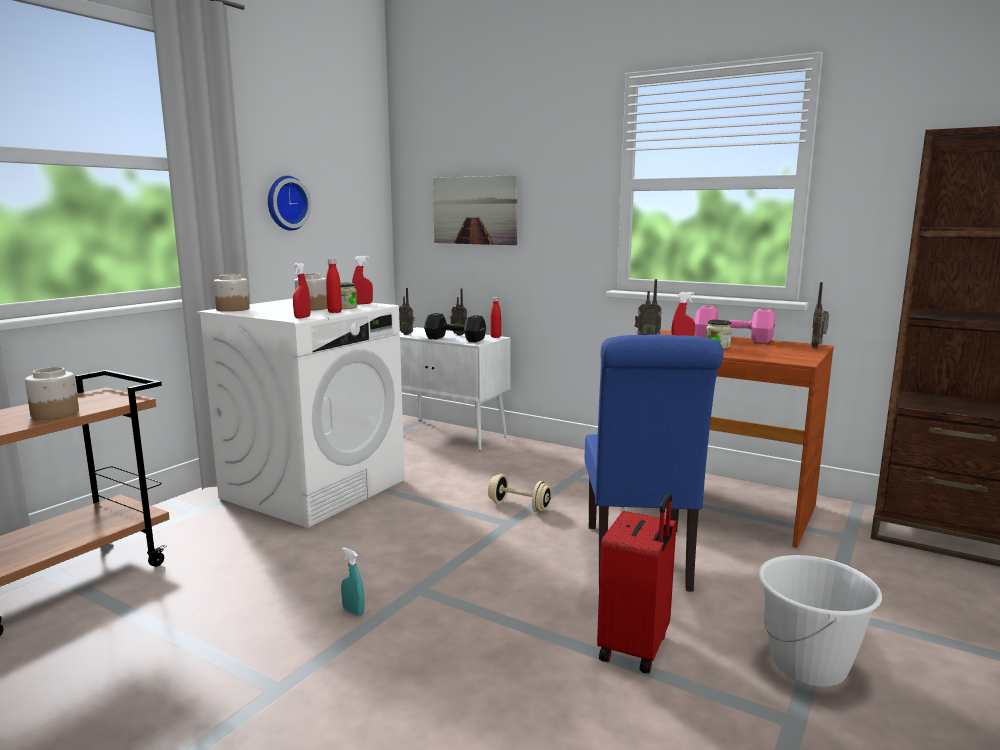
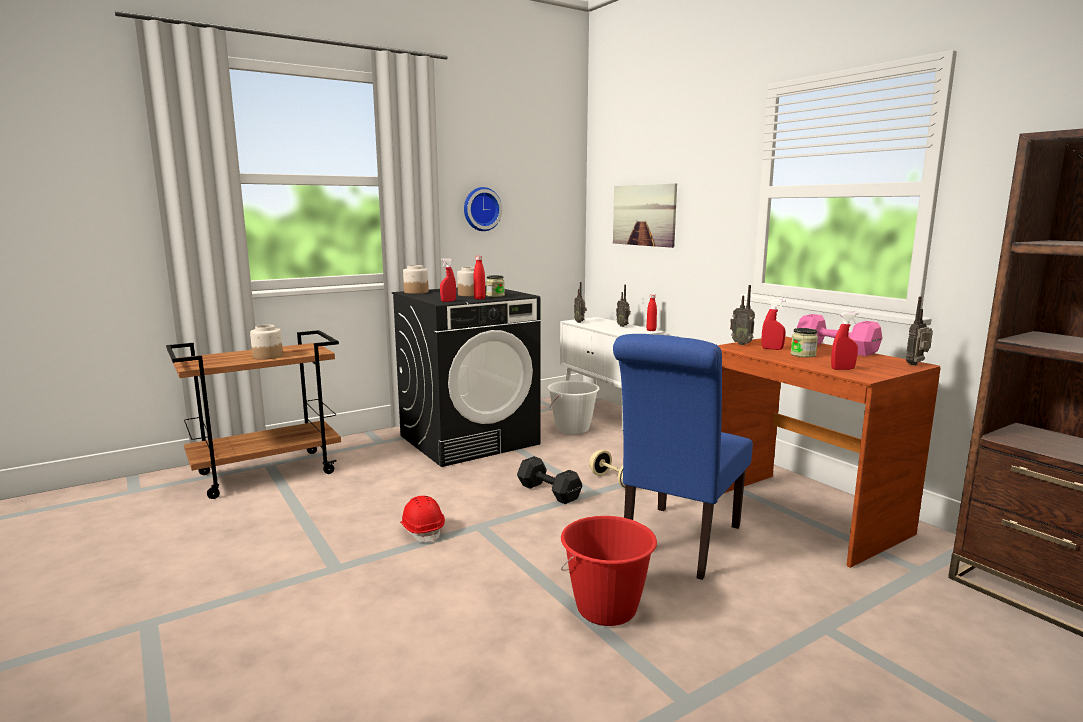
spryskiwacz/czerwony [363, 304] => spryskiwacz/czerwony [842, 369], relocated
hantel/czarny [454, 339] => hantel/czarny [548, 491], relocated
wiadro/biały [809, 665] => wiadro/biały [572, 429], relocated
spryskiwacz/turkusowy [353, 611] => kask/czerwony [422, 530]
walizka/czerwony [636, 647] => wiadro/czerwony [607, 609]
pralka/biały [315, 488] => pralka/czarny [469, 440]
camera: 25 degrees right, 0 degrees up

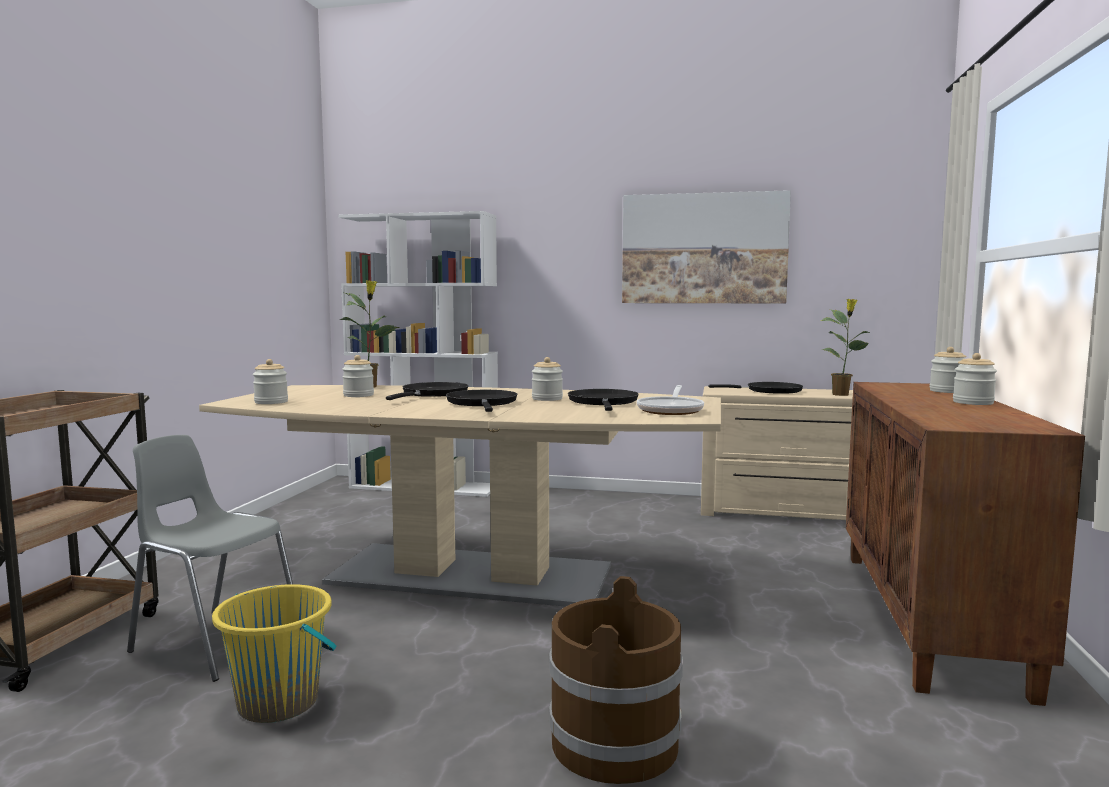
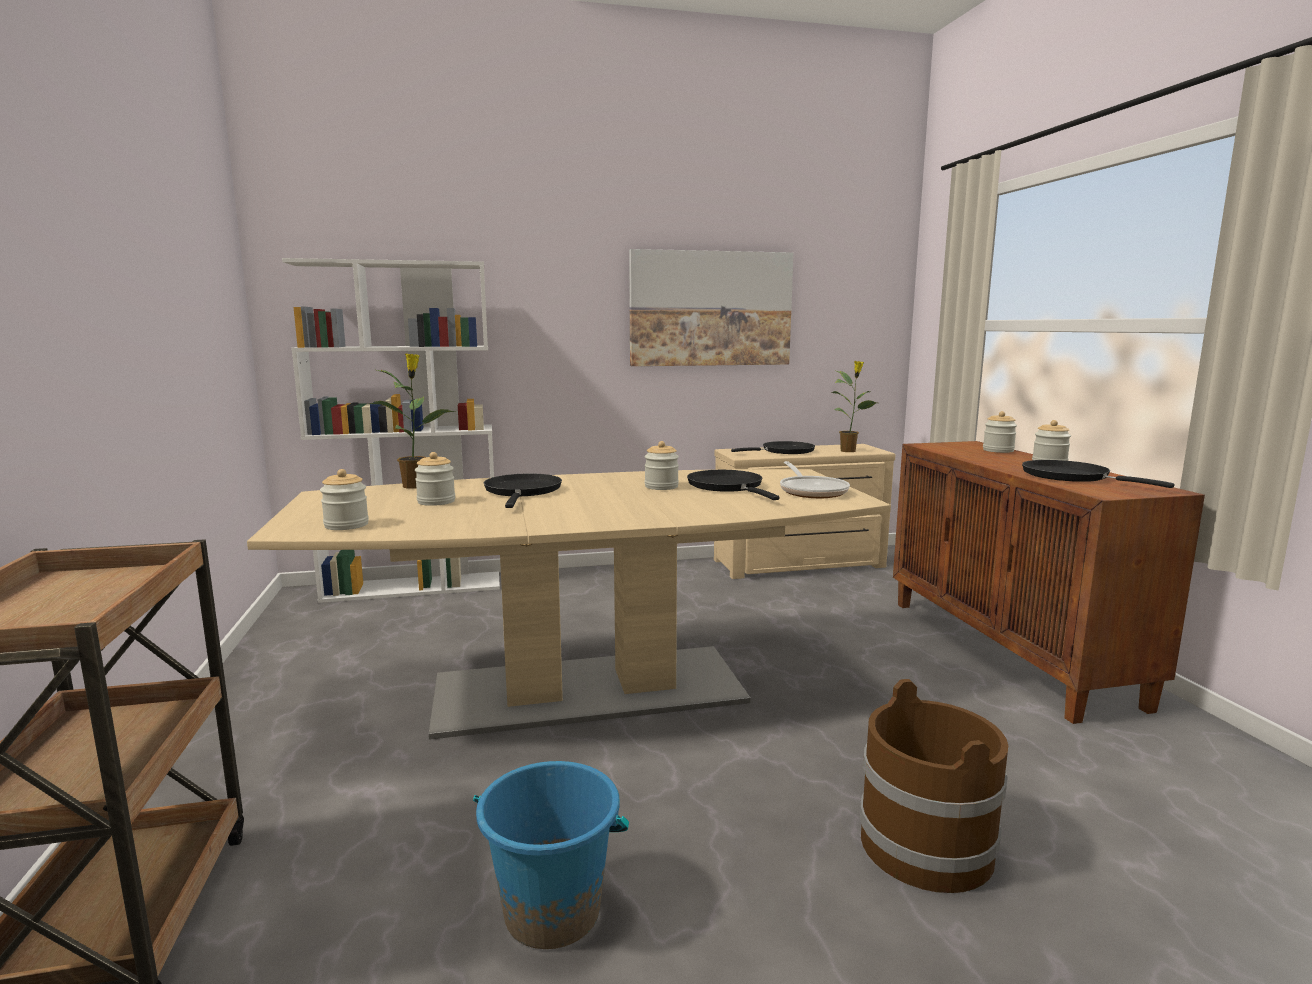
krzesło/szary [216, 642] => nothing
patelnia/czarny [482, 403] => patelnia/czarny [1071, 477], relocated
wiadro/żółty [279, 702] => wiadro/niebieski [553, 912]
camera: 25 degrees left, 5 degrees up

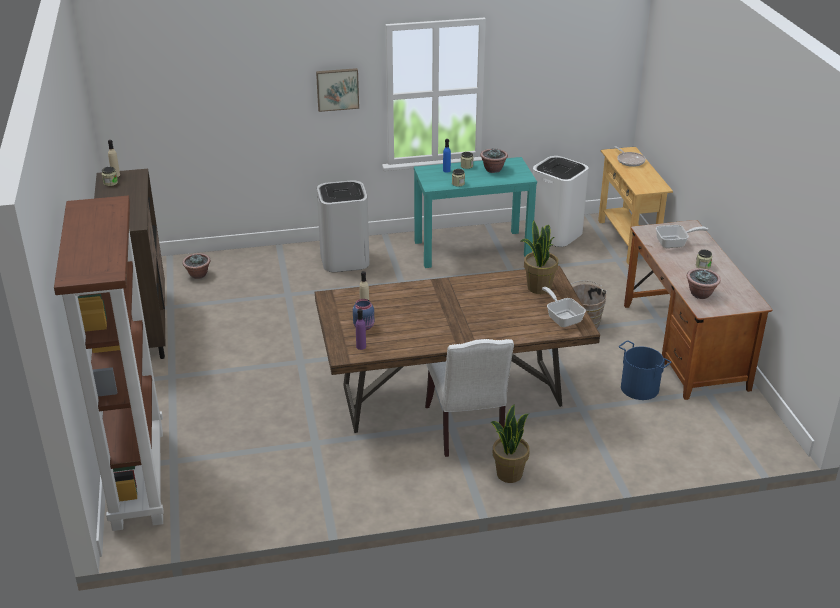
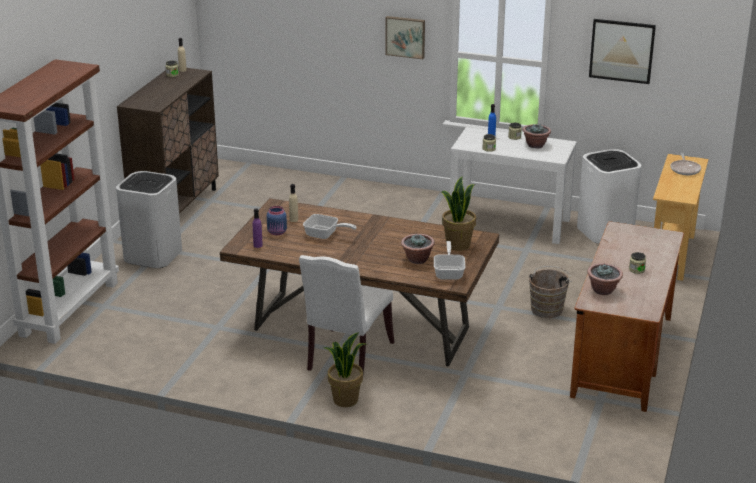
wiadro/niebieski [639, 388] => nothing
nothing => obraz [622, 51]
roślina doniczkowa [198, 275] => roślina doniczkowa [417, 260], relocated
kosz na śmieci/biały [345, 260] => kosz na śmieci/biały [153, 255], relocated
patelnia [675, 243] => patelnia [325, 235], relocated
stolik konsolowy/turkusowy [472, 248] => stolik konsolowy/biały [510, 223]
camera: 30 degrees right, 5 degrees down

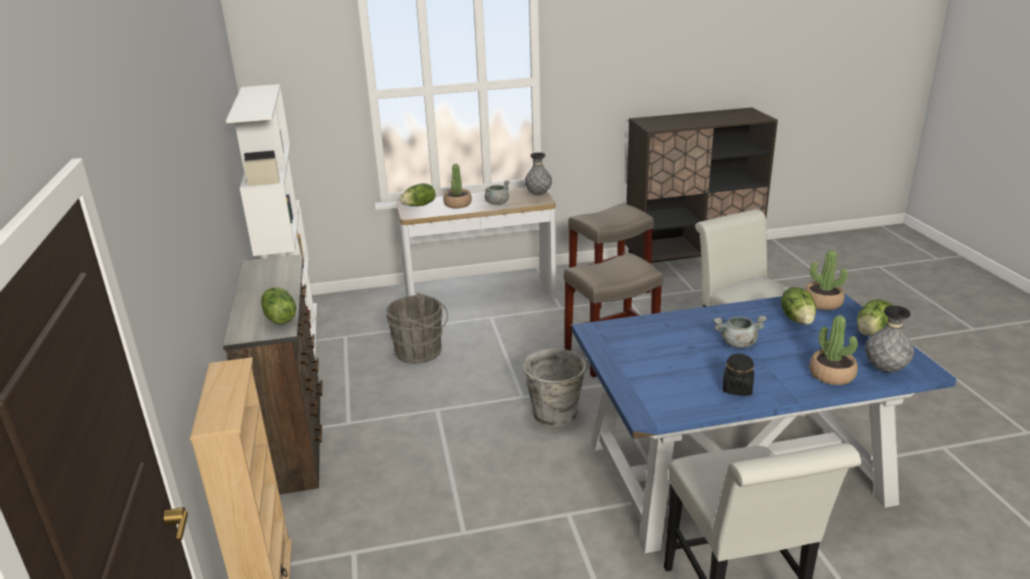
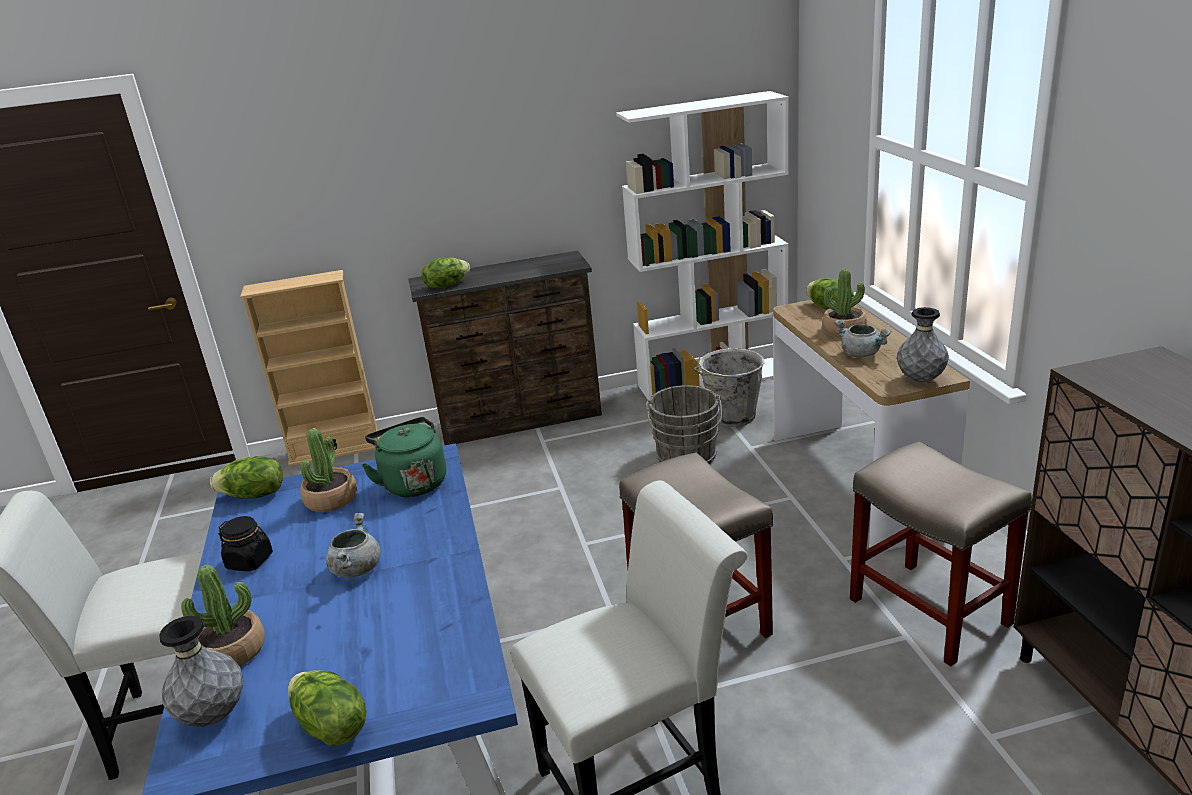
nothing => czajnik/zielony [413, 482]
wiadro/szary [556, 416] => wiadro/szary [731, 417], relocated
sałata [798, 319] => sałata [254, 495], relocated
roślina doniczkowa [822, 303] => roślina doniczkowa [331, 499], relocated
camera: 90 degrees right, 0 degrees up

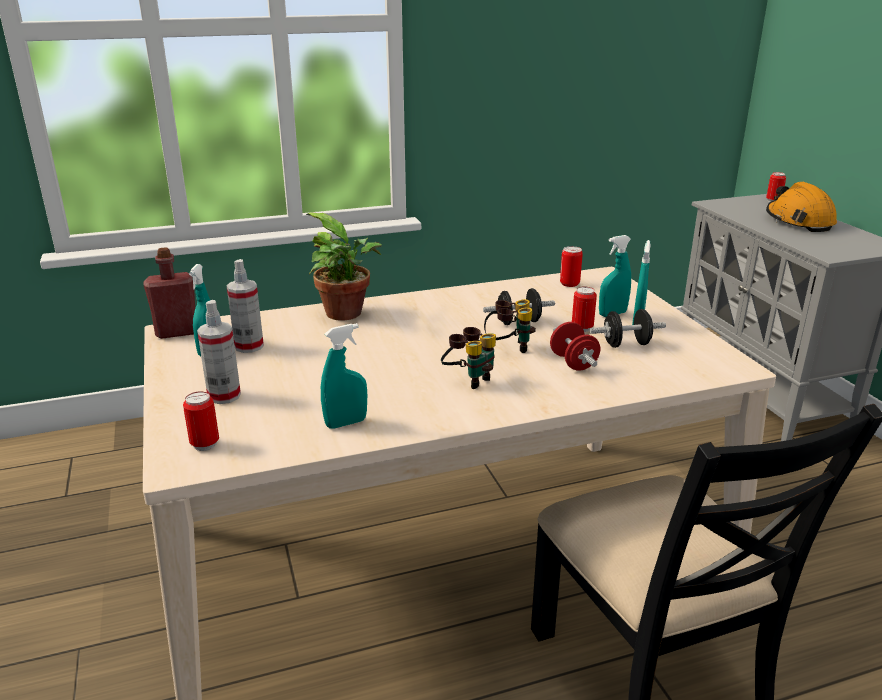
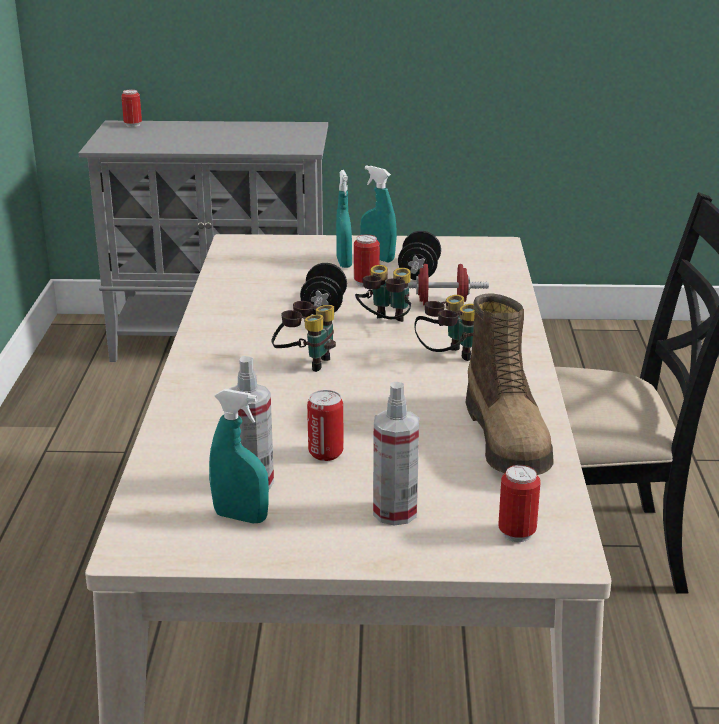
butelka/czerwony [177, 332] => nothing
roślina doniczkowa [348, 314] => nothing
kask/pomarańczowy [799, 221] => nothing
nothing => lornetka [305, 362]
puszka [569, 284] => puszka [326, 453], relocated
spryskiwacz/turkusowy [346, 423] => but z cholewką [508, 439]
camera: 70 degrees left, 0 degrees up

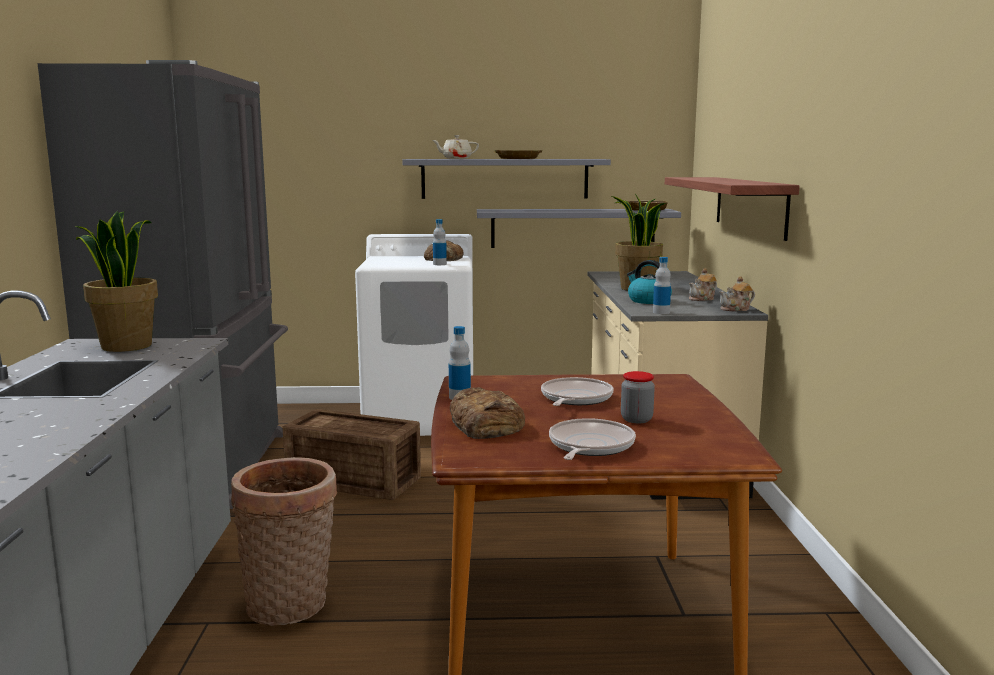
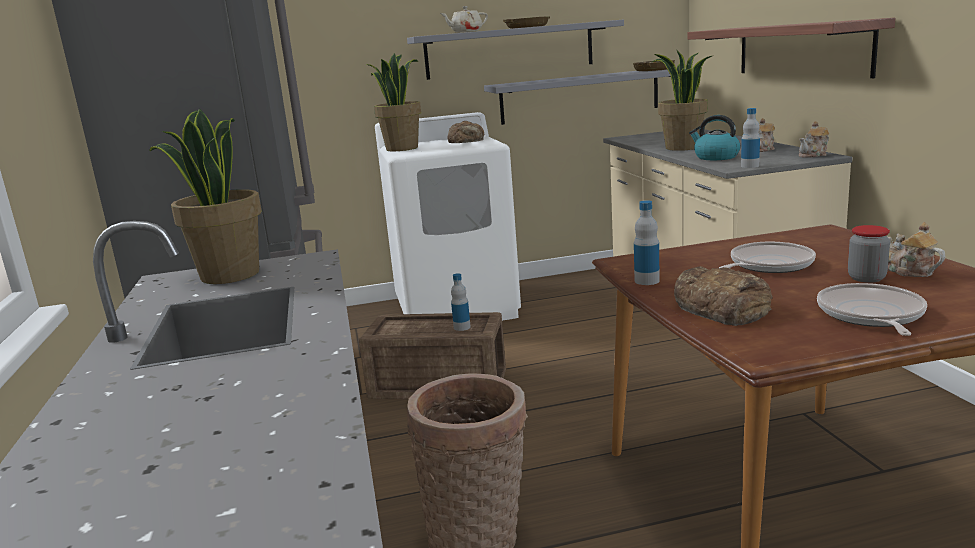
nothing => roślina doniczkowa [401, 148]
nothing => imbryk [908, 271]
butelka [439, 264] => butelka [462, 327], relocated
patelnia [575, 399] => patelnia [768, 265], 45 degrees clockwise
camera: 10 degrees left, 5 degrees up

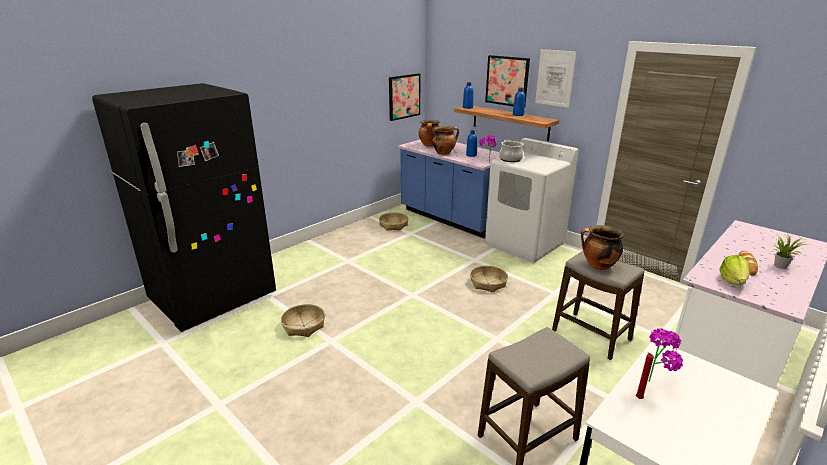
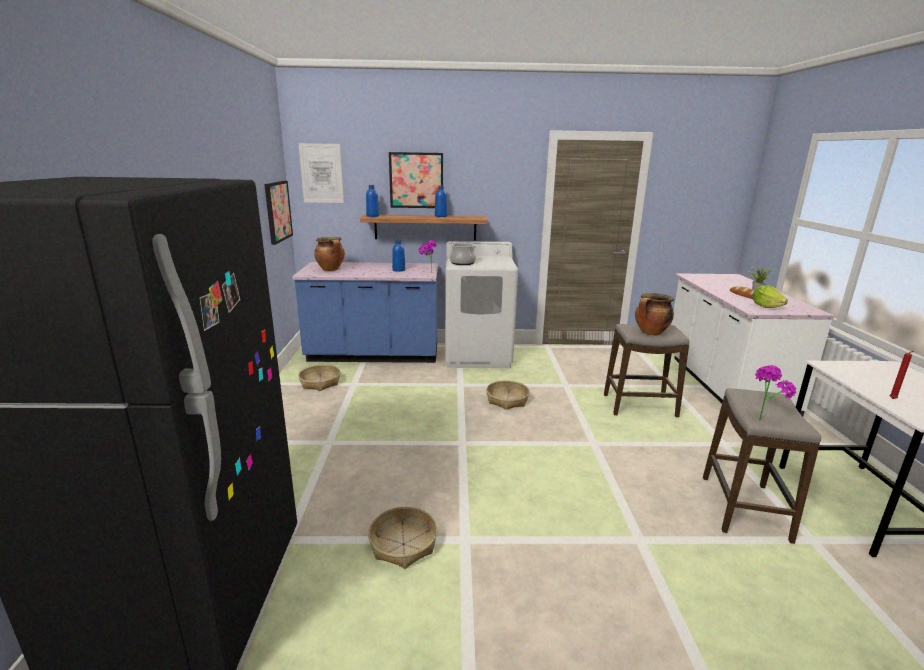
garnek [444, 153] => nothing
obraz [555, 78] => obraz [321, 173], relocated
roślina doniczkowa [657, 382] => roślina doniczkowa [763, 417], relocated
camera: 45 degrees left, 5 degrees down

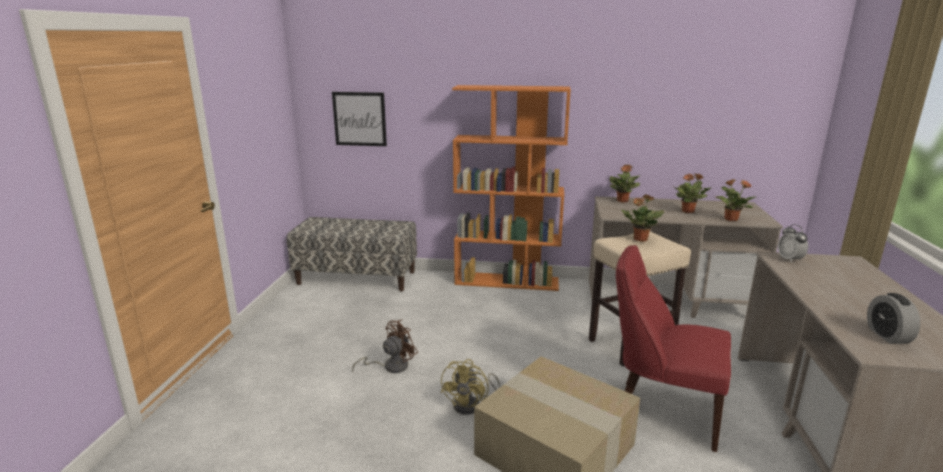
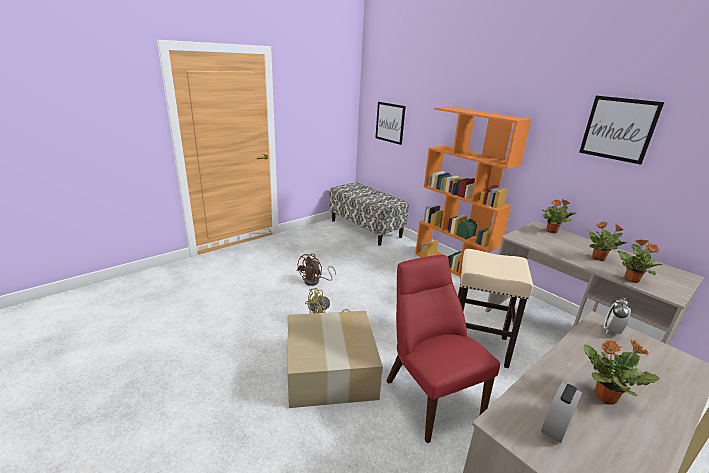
nothing => obraz [618, 129]
roślina doniczkowa [639, 239] => roślina doniczkowa [604, 396], relocated
wentylator/brązowy [391, 366] => wentylator/brązowy [315, 281], 120 degrees clockwise
camera: 40 degrees right, 5 degrees up

